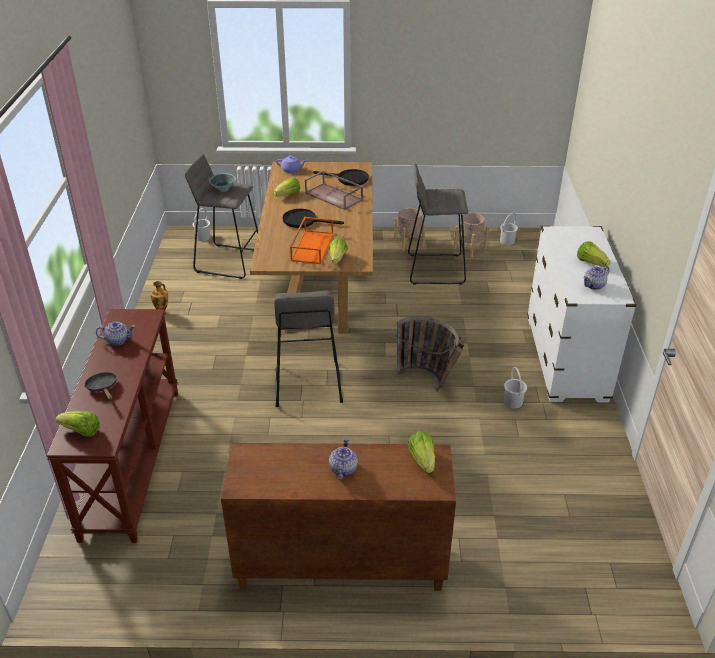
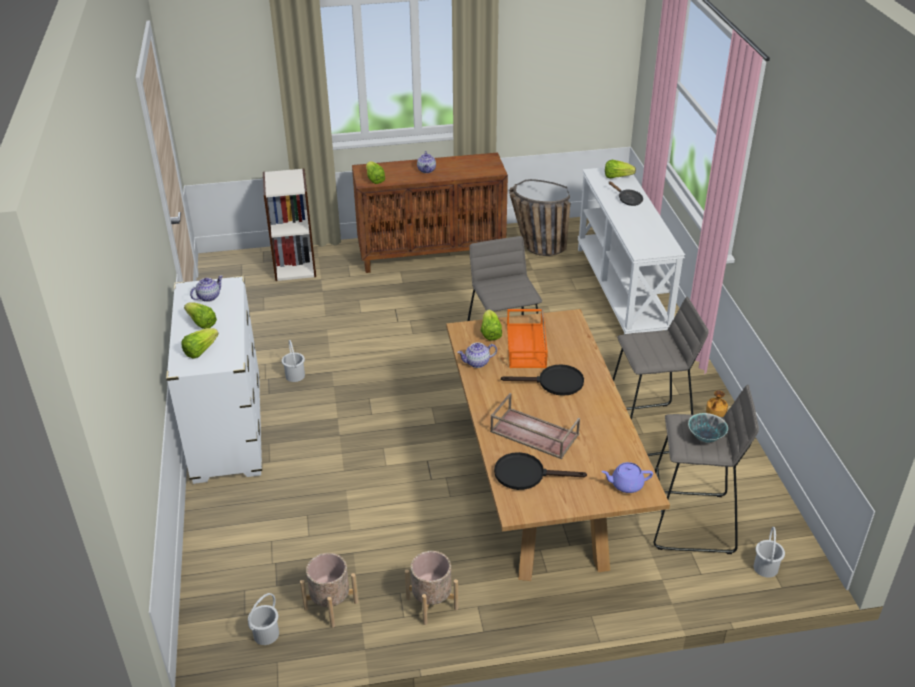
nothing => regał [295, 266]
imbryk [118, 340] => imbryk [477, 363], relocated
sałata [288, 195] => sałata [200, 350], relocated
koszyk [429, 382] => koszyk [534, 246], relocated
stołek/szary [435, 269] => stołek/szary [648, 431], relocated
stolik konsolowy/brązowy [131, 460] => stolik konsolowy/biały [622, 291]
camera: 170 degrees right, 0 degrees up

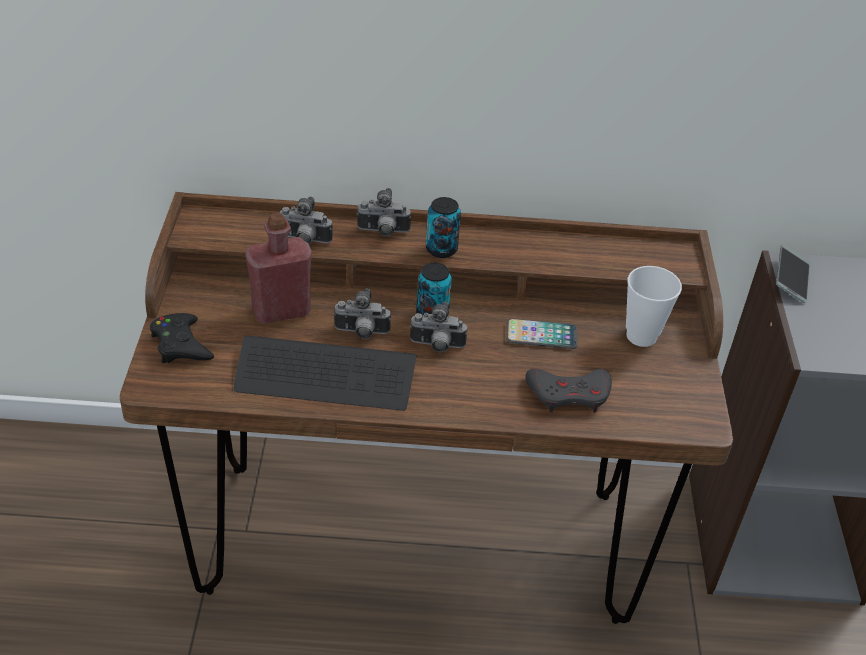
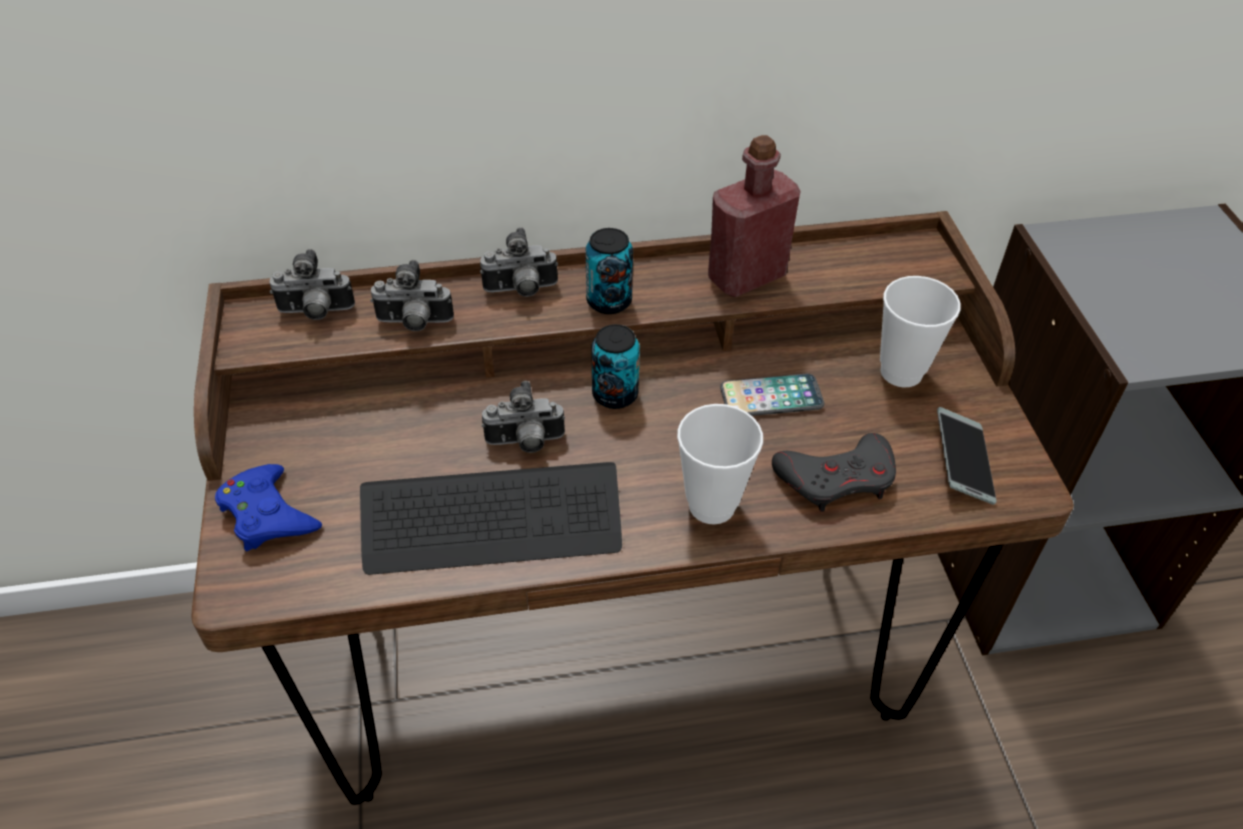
nothing => filiżanka [712, 505]
butelka/czerwony [281, 311] => butelka/czerwony [746, 276], relocated
aparat fotograficzny [437, 346] => aparat fotograficzny [315, 313], relocated
telefon [791, 279] => telefon [962, 462], relocated
pad do gier/czarny [181, 344] => pad do gier/niebieski [268, 514]
camera: 10 degrees left, 5 degrees up

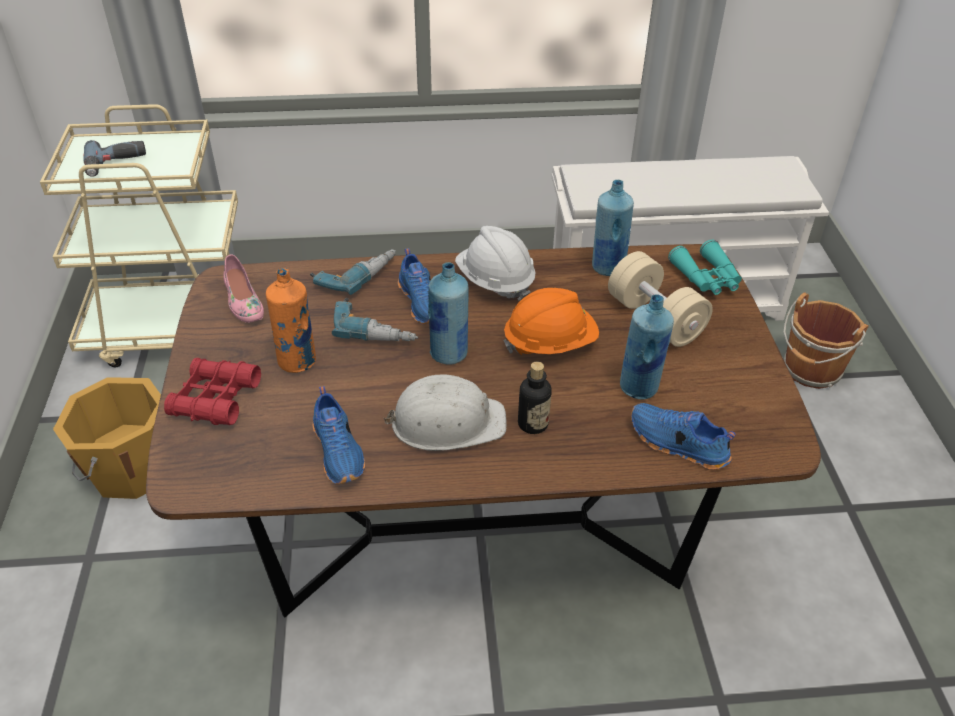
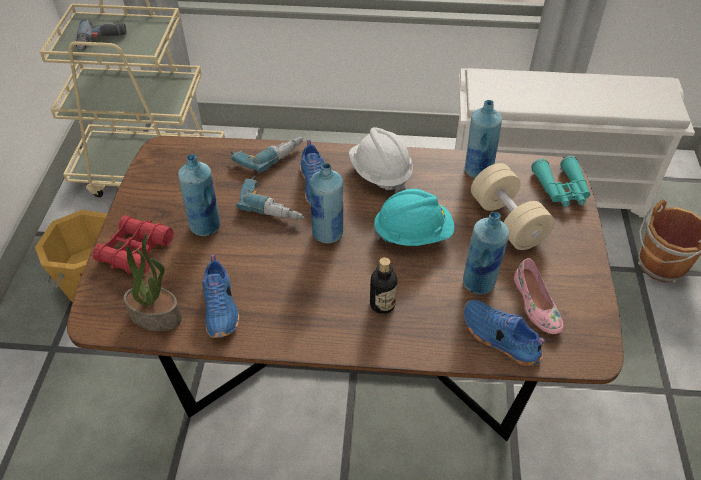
kask/biały [447, 422] => nothing
nothing => roślina doniczkowa [156, 315]
but/różowy [243, 301] => but/różowy [535, 305], relocated
butelka/pomarańczowy [297, 361] => butelka/niebieski [205, 226]
kask/pomarańczowy [550, 343] => kask/turkusowy [413, 234]
camera: 10 degrees right, 5 degrees up

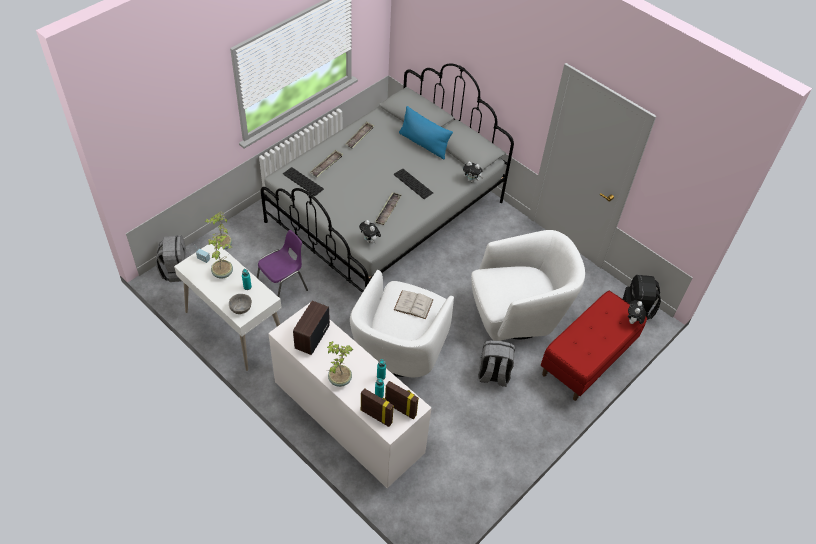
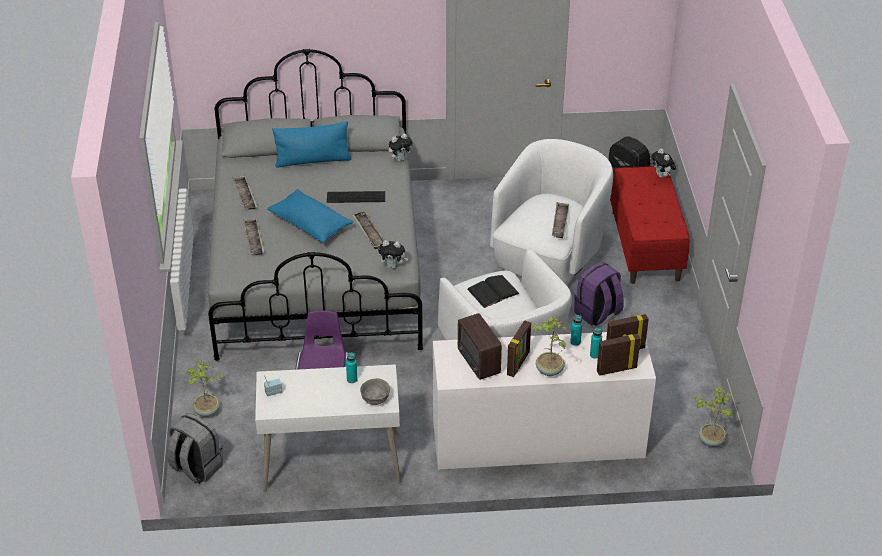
klawiatura [303, 181] => nothing
nothing => poduszka/niebieski [310, 225]
nothing => ramka na zdjęcie [519, 364]
nothing => taca [560, 223]
roślina doniczkowa [223, 273] => roślina doniczkowa [711, 440], relocated
książka/biały [413, 304] => książka/czarny [493, 291]
plecak/szary [493, 375] => plecak/fioletowy [597, 313]
camera: 45 degrees left, 10 degrees down

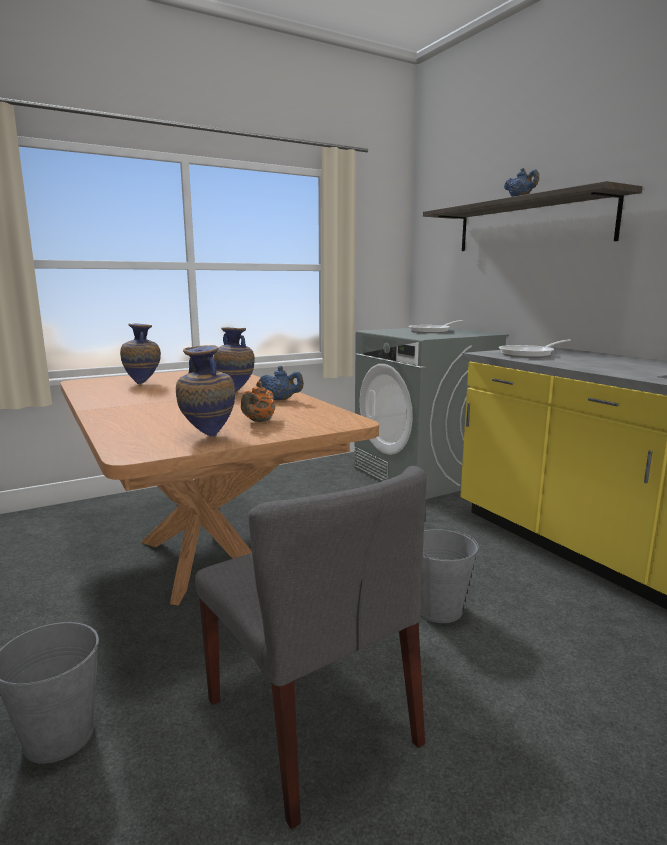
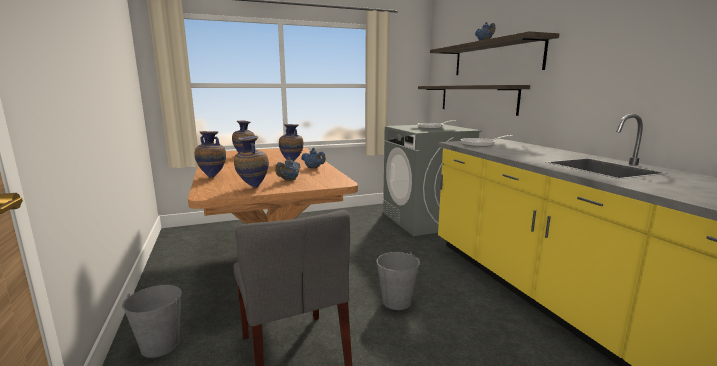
nothing => wazon [213, 177]
nothing => półka [476, 98]
imbryk/pomarańczowy [259, 421] => imbryk/niebieski [289, 180]
camera: 10 degrees right, 0 degrees up

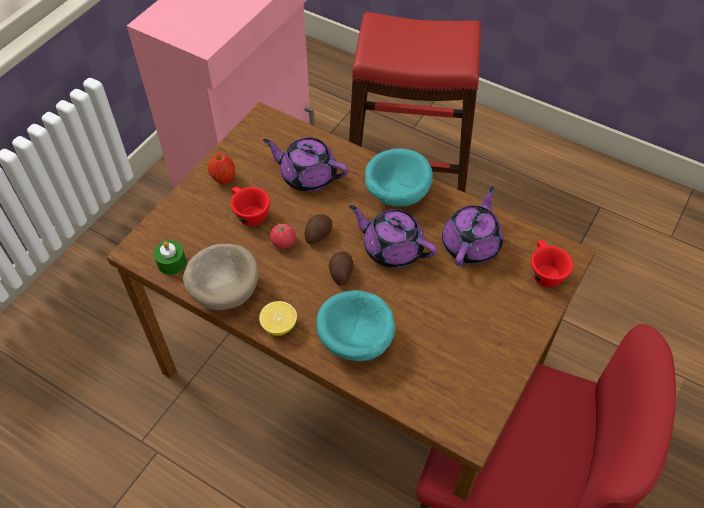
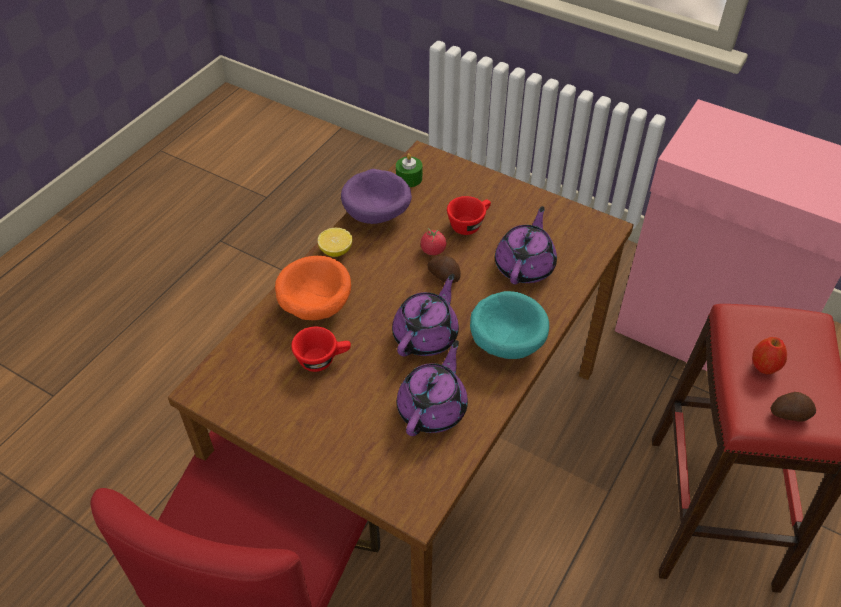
jabłko [223, 179] => jabłko [764, 366], relocated
ziemniak [340, 273] => ziemniak [789, 413], relocated
filiżanka/czerwony [544, 272] => filiżanka/czerwony [323, 359], relocated
miska/beżowy [225, 289] => miska/fioletowy [378, 214]
miska/turkusowy [356, 340] => miska/pomarańczowy [314, 306]
imbryk/fioletowy [471, 244] => imbryk/fioletowy [433, 408], 90 degrees counterclockwise
camera: 90 degrees right, 5 degrees down

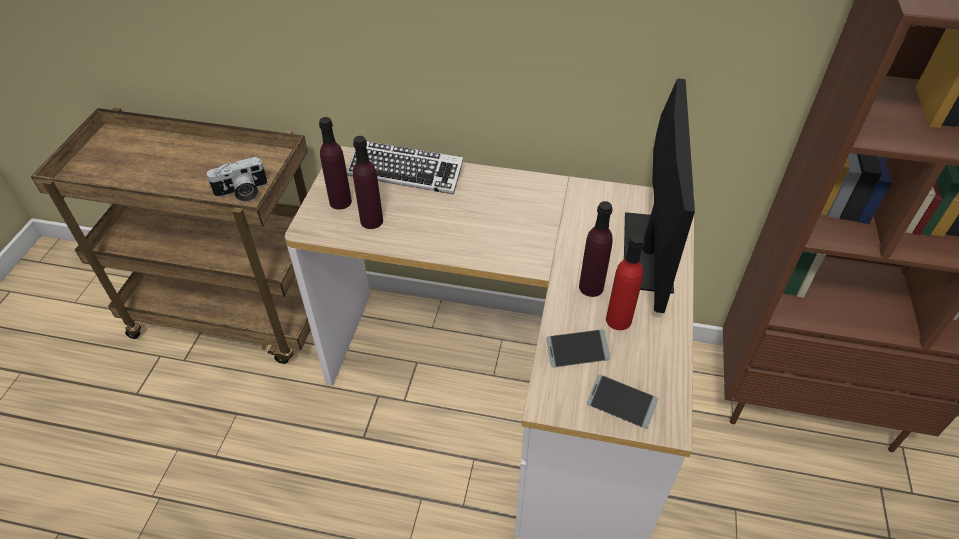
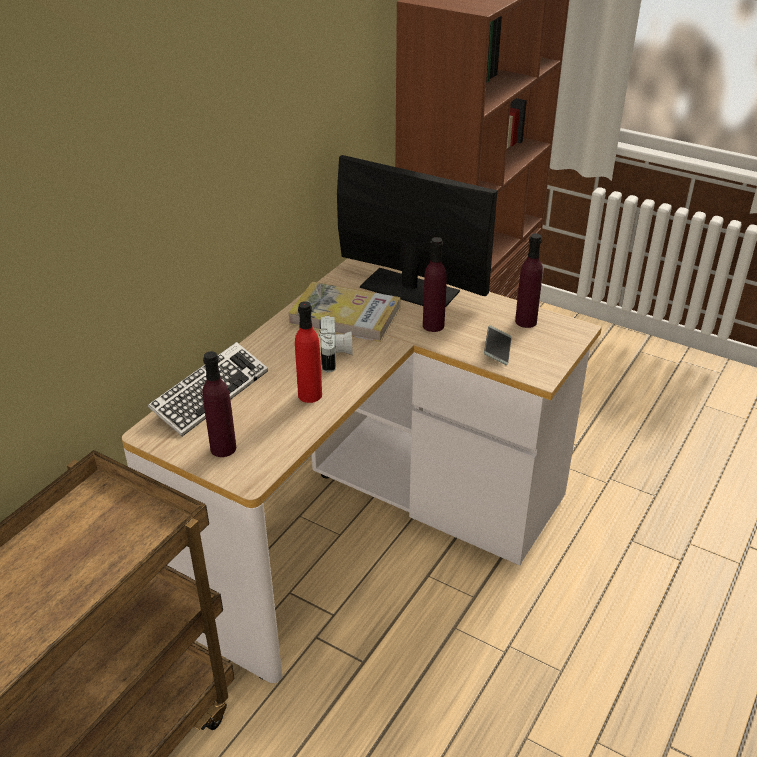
telefon [621, 405] => nothing
nothing => książka [345, 316]
aparat fotograficzny [242, 192] => aparat fotograficzny [336, 355], relocated
butelka/fioletowy [371, 221] => butelka/fioletowy [526, 321], relocated
butelka/czerwony [618, 320] => butelka/czerwony [310, 395], relocated
camera: 70 degrees left, 10 degrees down

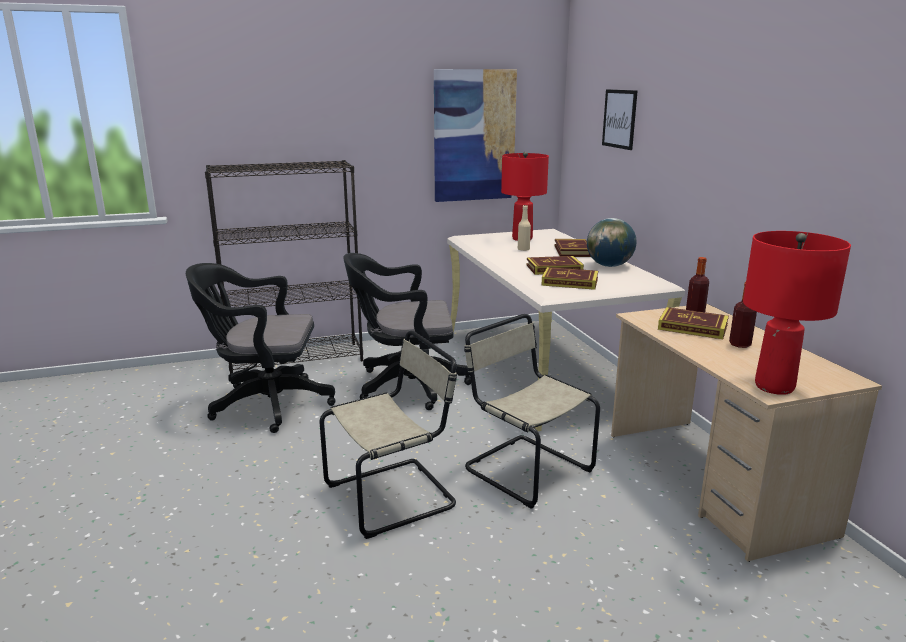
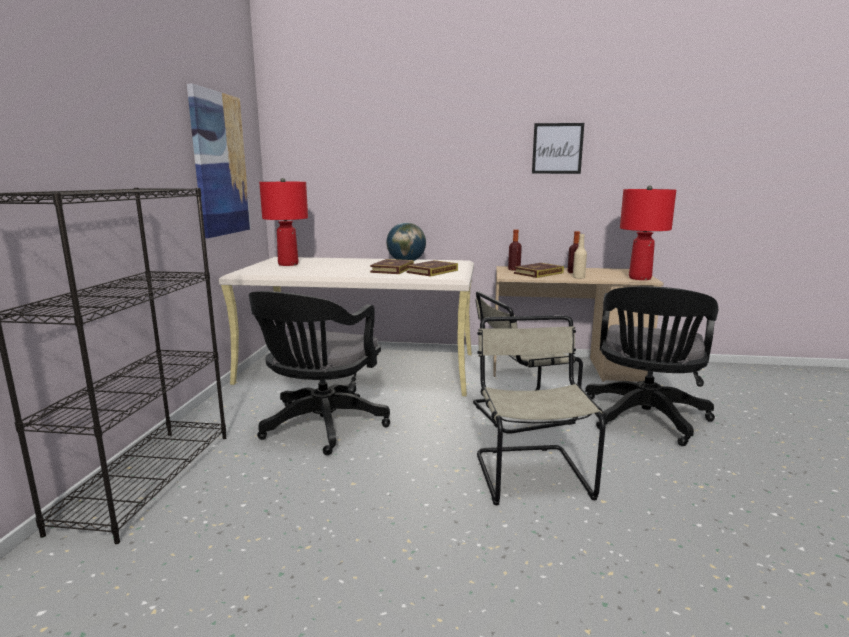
książka [572, 251] => nothing
krzesło biurowe/czarny [265, 404] => krzesło biurowe/czarny [645, 419], relocated
butelka/beżowy [523, 249] => butelka/beżowy [578, 278], relocated
obraz [619, 119] => obraz [557, 148], relocated
camera: 65 degrees left, 5 degrees down

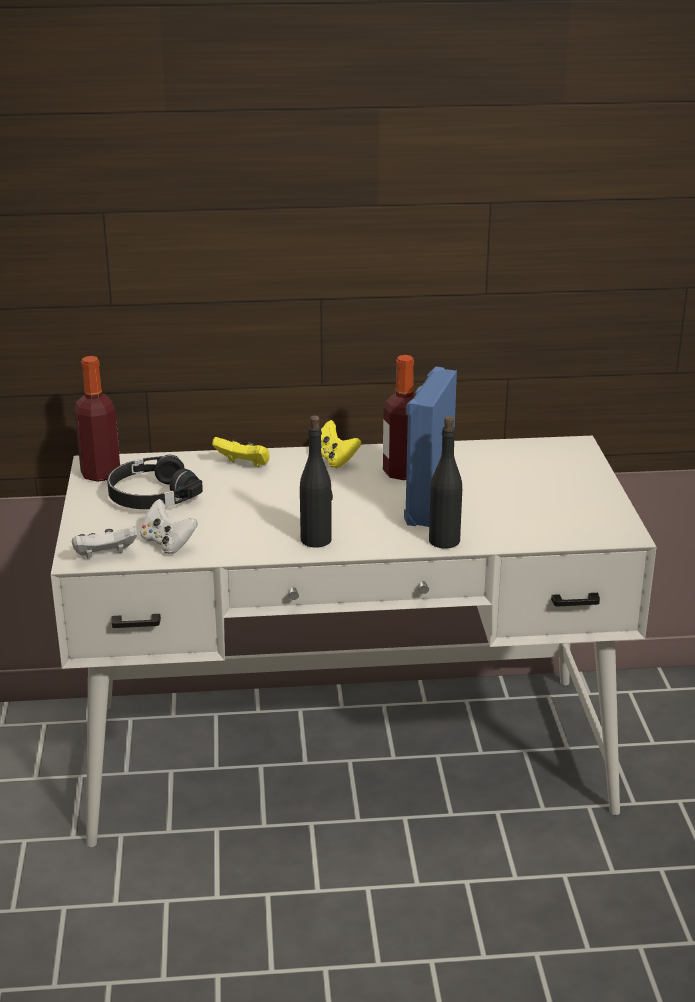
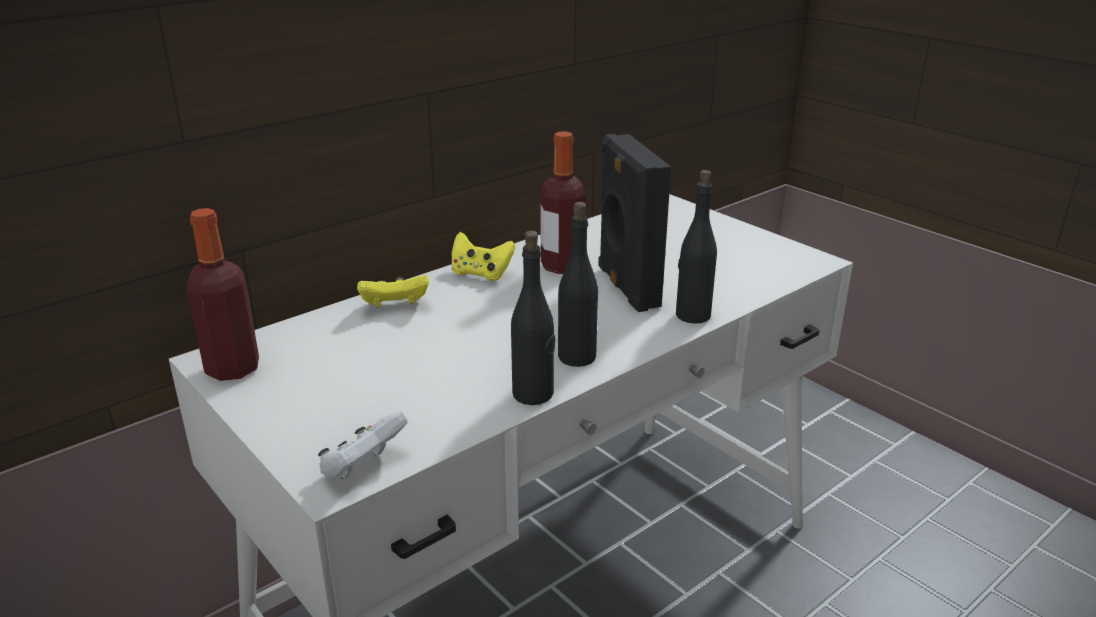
słuchawki/czarny [151, 496] => nothing
pad do gier/biały [167, 543] => nothing
nothing => butelka/czarny [533, 394]
głośnik/niebieski [426, 504] => głośnik/czarny [626, 287]
camera: 35 degrees left, 0 degrees up

